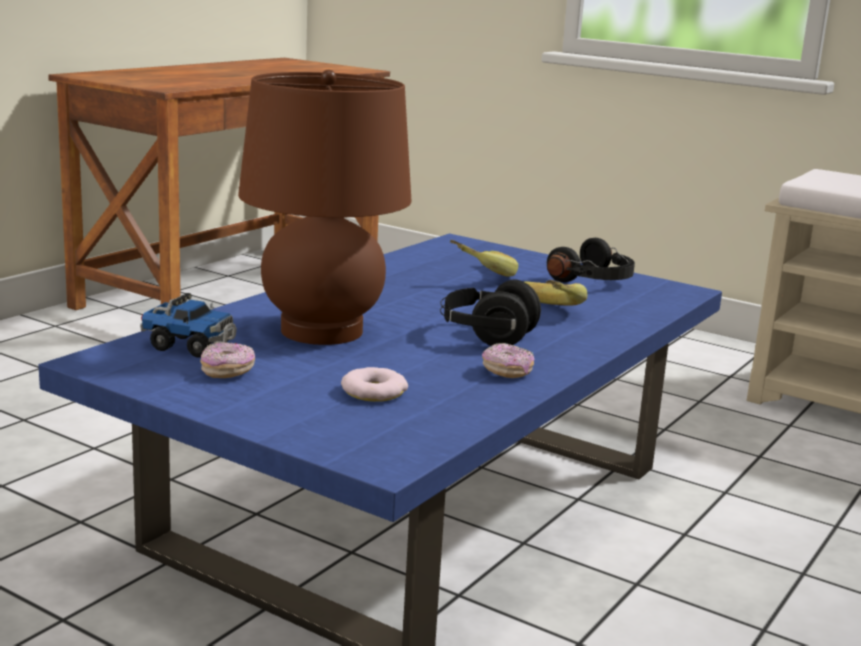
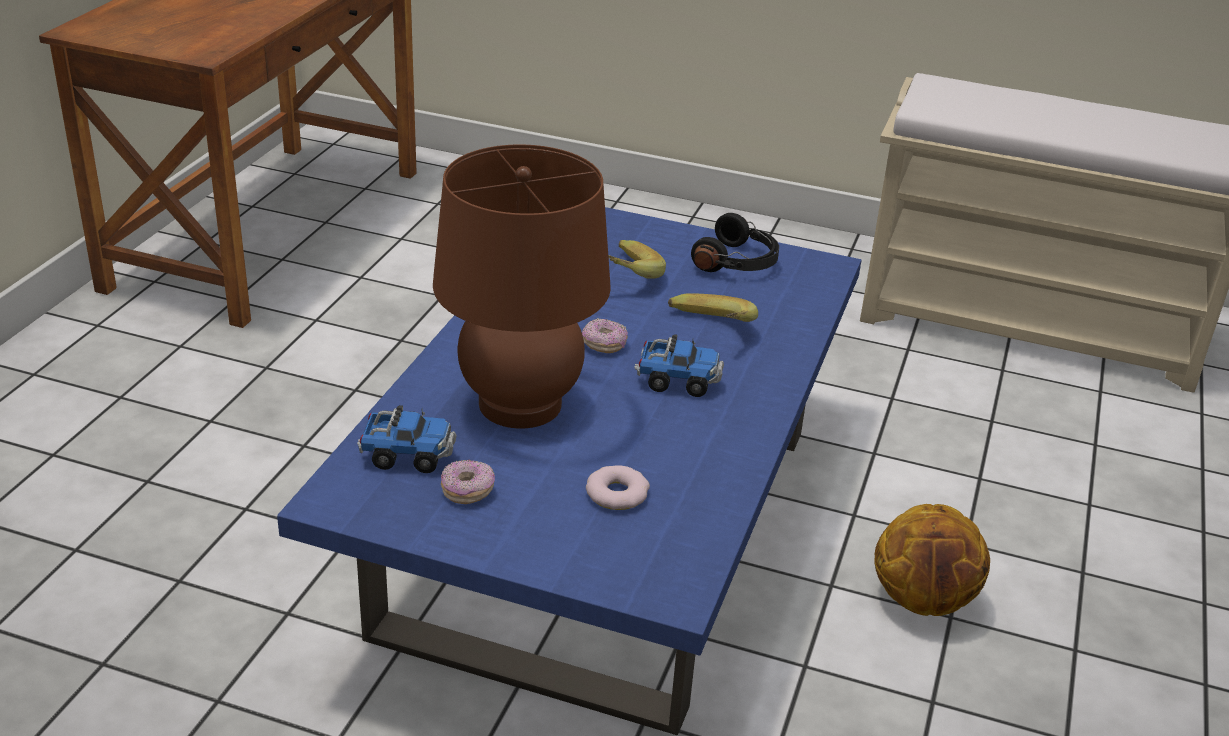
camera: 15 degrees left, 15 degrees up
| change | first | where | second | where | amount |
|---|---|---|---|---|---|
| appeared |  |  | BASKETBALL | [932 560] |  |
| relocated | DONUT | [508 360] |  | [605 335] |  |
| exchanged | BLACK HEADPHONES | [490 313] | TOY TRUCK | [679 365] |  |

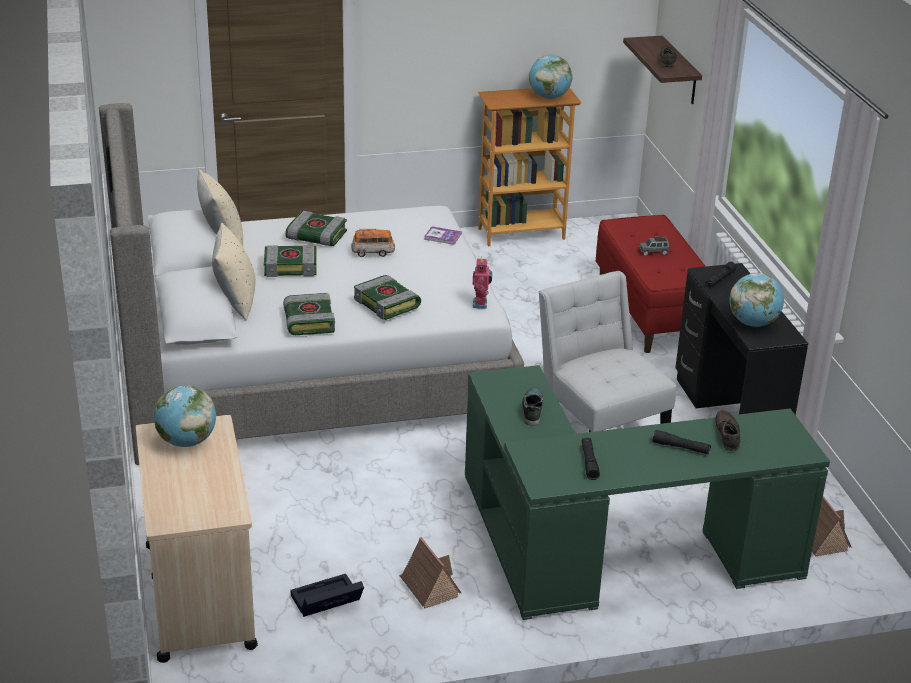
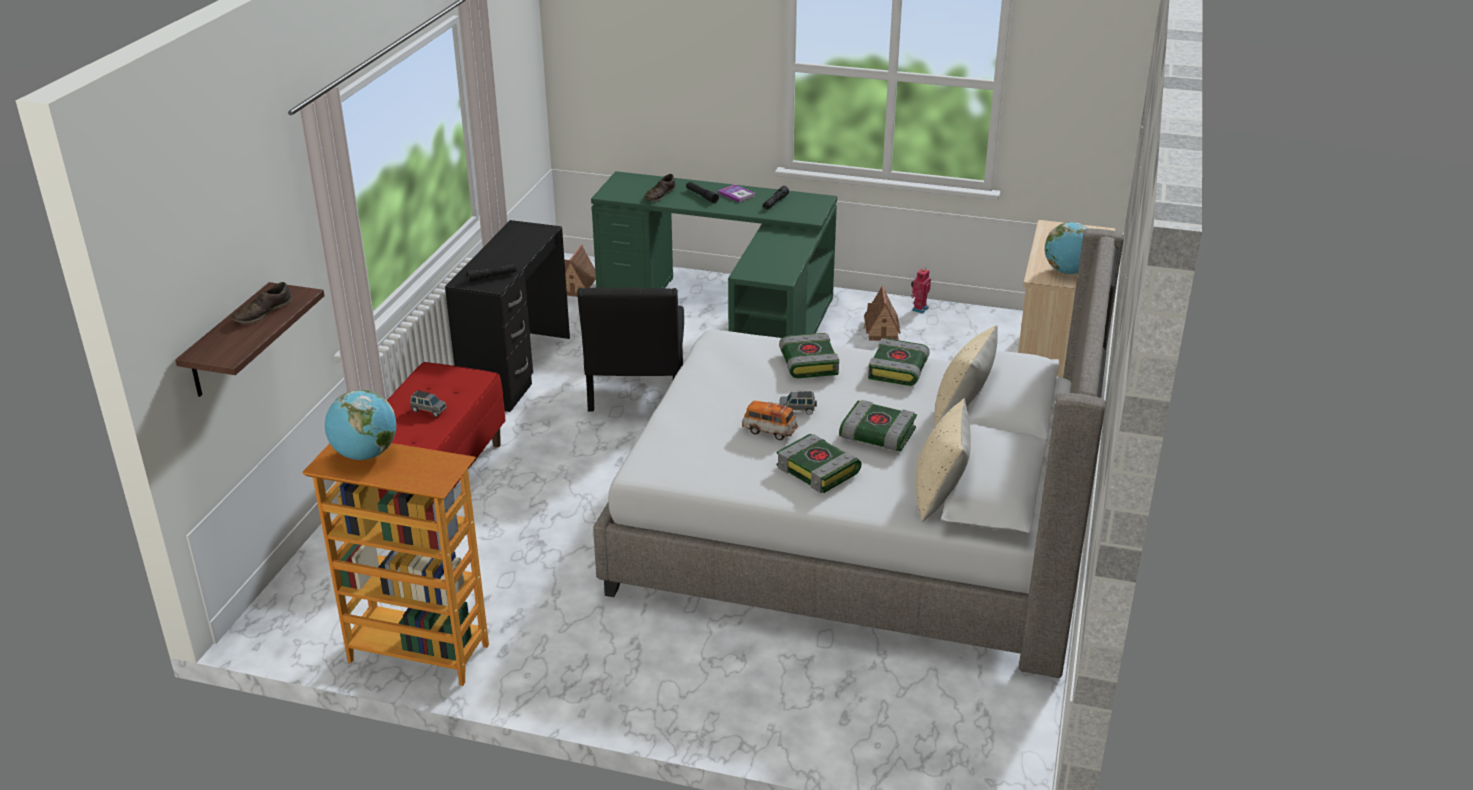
camera: 150 degrees left, 0 degrees up
| change | first | where | second | where | amount |
|---|---|---|---|---|---|
| missing | BLACK STORAGE BOX | [327 595] |  |  |  |
| missing | SHOE | [532 407] |  |  |  |
| missing | GLOBE | [757 300] |  |  |  |
| appeared |  |  | GREY TOY CAR | [798 403] |  |
| relocated | BOOK | [443 235] |  | [736 193] |  |
| relocated | TOY ROBOT | [482 283] |  | [921 291] |  |
| colour | WHITE CHAIR | [607 351] | BLACK CHAIR | [630 349] |  |

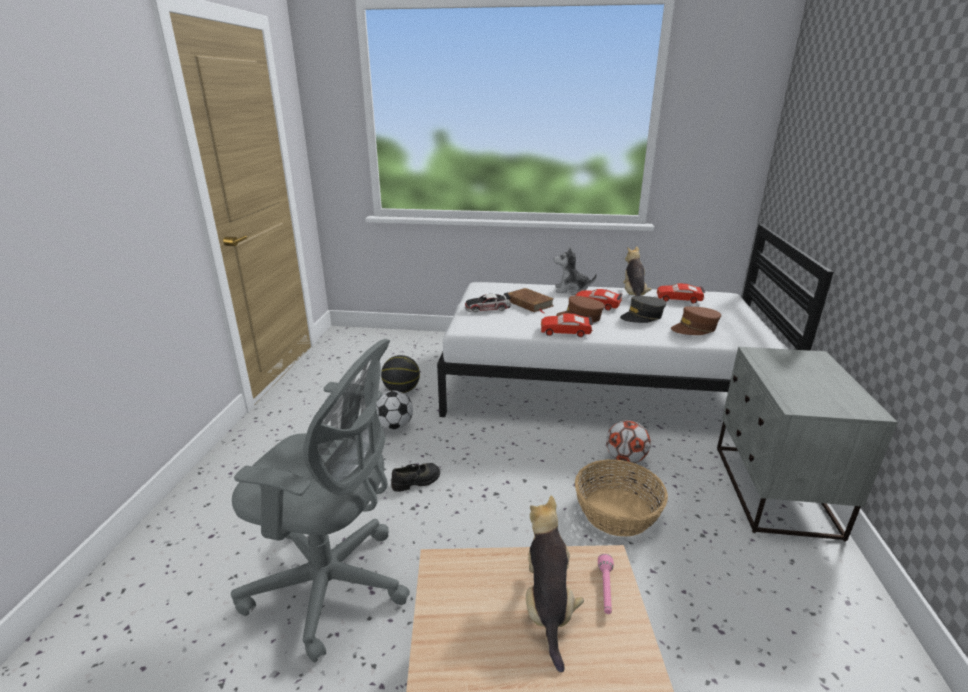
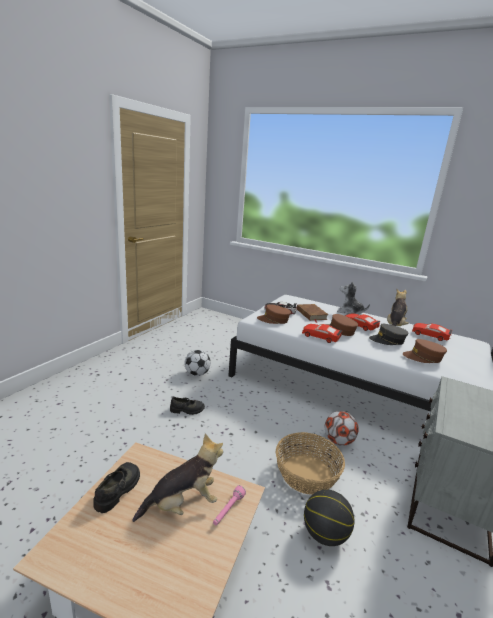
camera: 20 degrees right, 5 degrees down
| change | first | where | second | where | amount |
|---|---|---|---|---|---|
| missing | GREY OFFICE CHAIR | [320 501] |  |  |  |
| appeared |  |  | BLACK SHOE | [116 487] |  |
| appeared |  |  | BROWN CAP | [274 314] |  |
| relocated | BASKETBALL | [400 374] |  | [329 518] |  |
| spun | PLUSH TOY | [555 583] |  | [177 478] | 45 degrees clockwise |

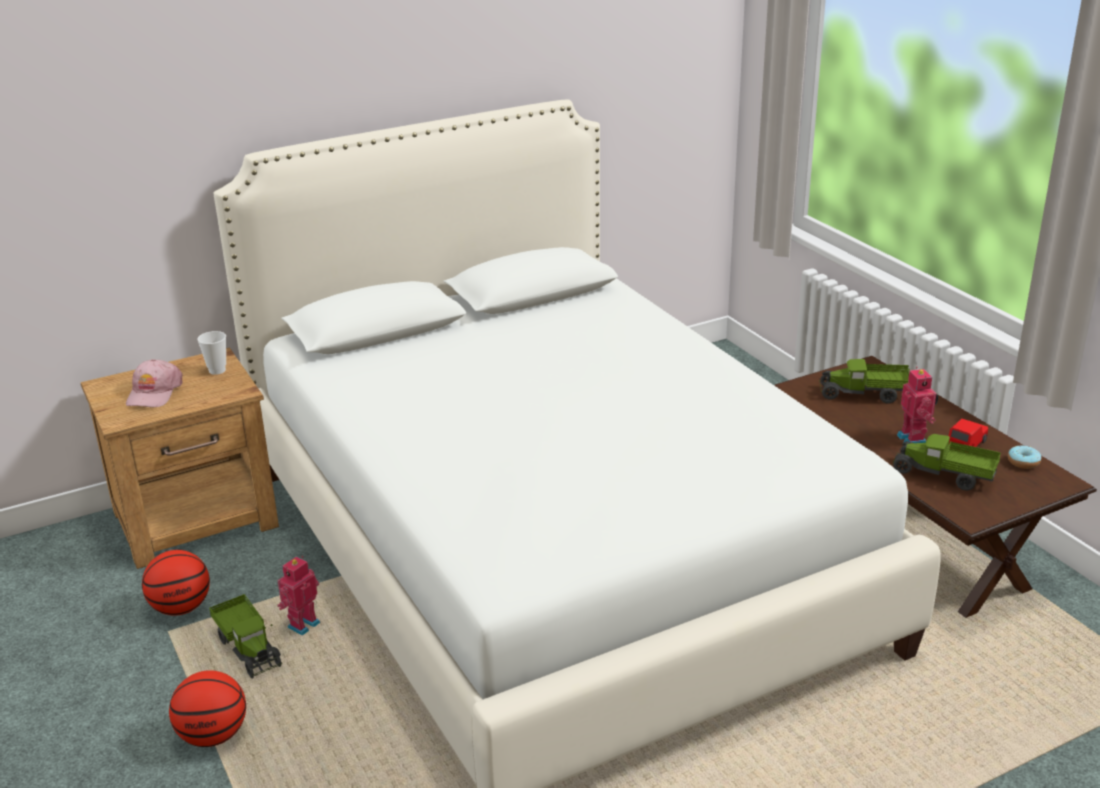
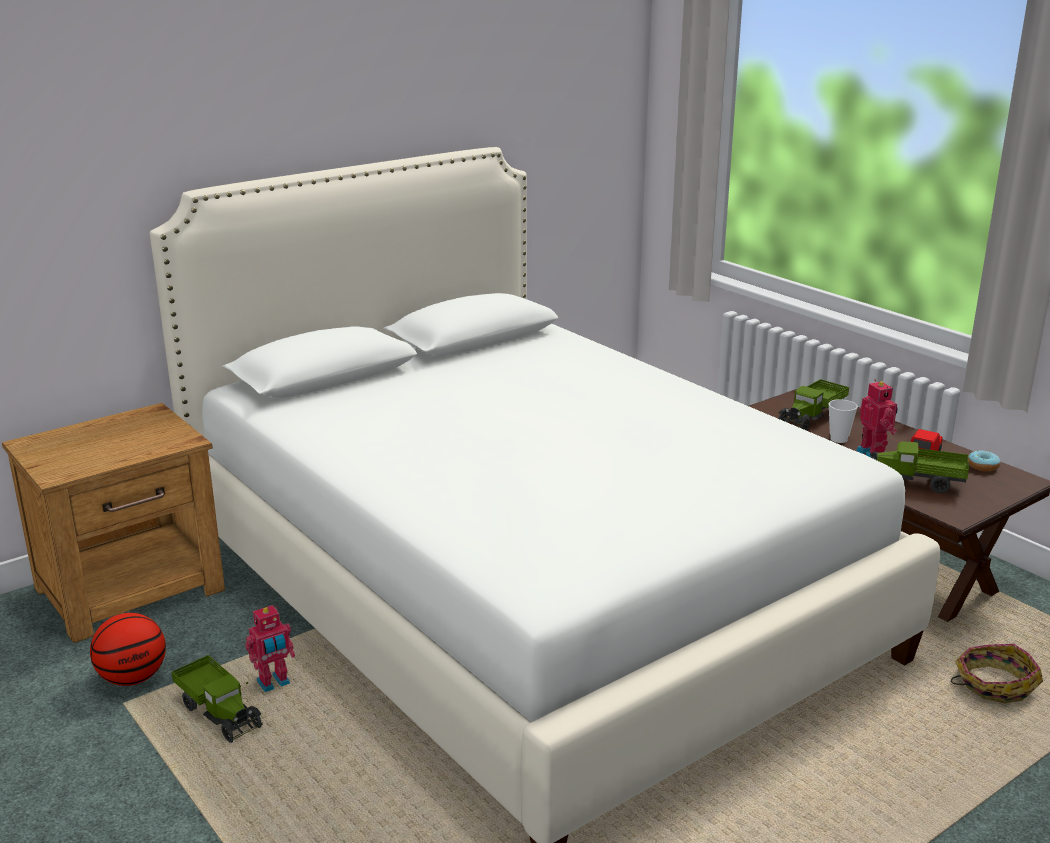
camera: 10 degrees left, 5 degrees down
| change | first | where | second | where | amount |
|---|---|---|---|---|---|
| missing | PINK CAP | [154 383] |  |  |  |
| missing | BASKETBALL | [207 708] |  |  |  |
| appeared |  |  | BASKET | [997 673] |  |
| relocated | CUP | [211 353] |  | [843 421] |  |
| spun | TOY ROBOT | [298 595] |  | [270 648] | 150 degrees counterclockwise |
| spun | TOY TRUCK | [864 381] |  | [814 405] | 45 degrees counterclockwise |

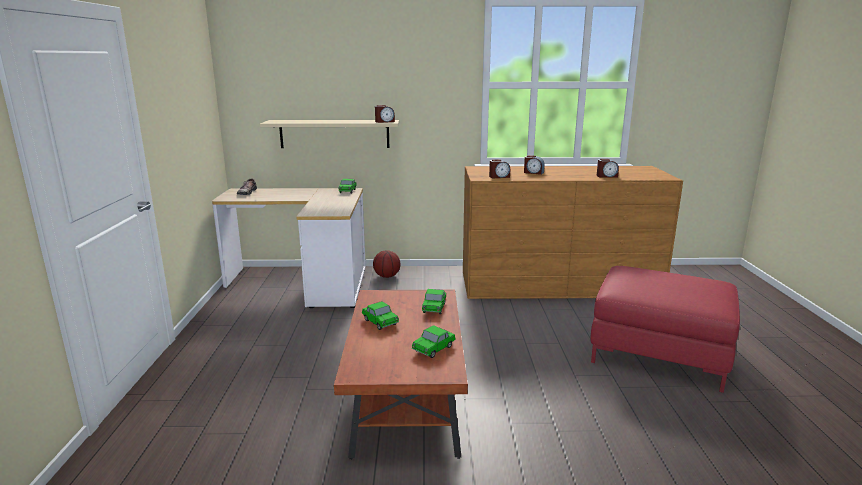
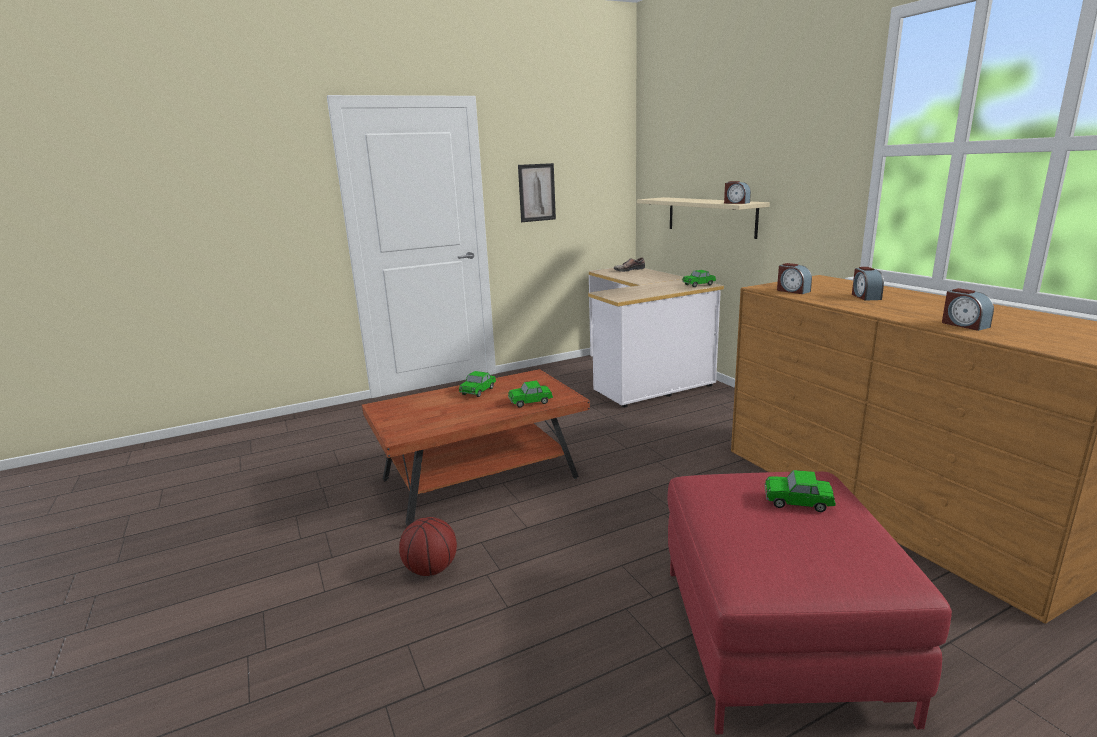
camera: 65 degrees right, 0 degrees up
| change | first | where | second | where | amount |
|---|---|---|---|---|---|
| appeared |  |  | PICTURE | [537 192] |  |
| relocated | BASKETBALL | [387 264] |  | [428 546] |  |
| relocated | TOY CAR | [434 341] |  | [800 491] |  |

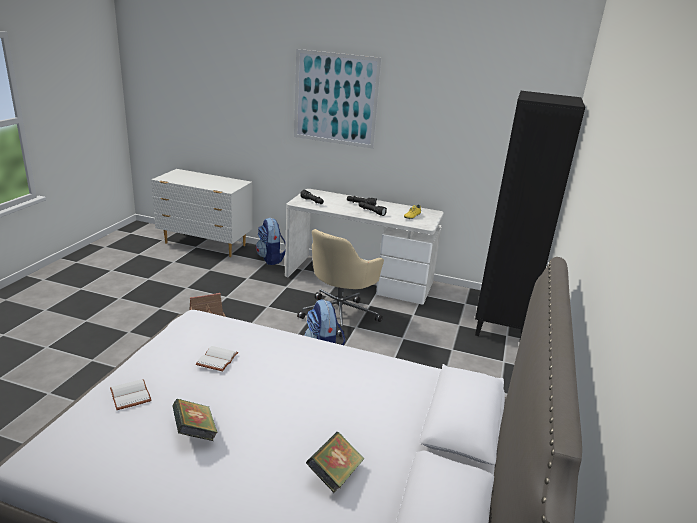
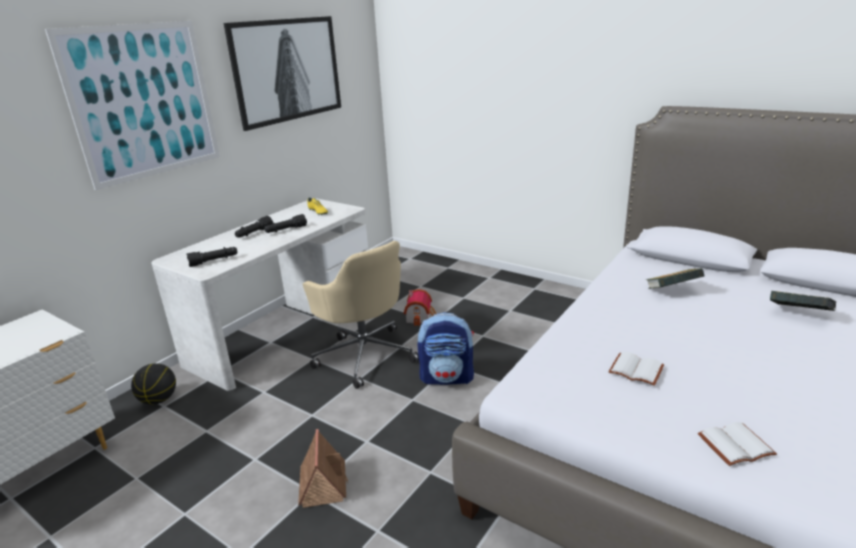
camera: 70 degrees left, 0 degrees up
| change | first | where | second | where | amount |
|---|---|---|---|---|---|
| missing | BLACK BOOKCASE | [530 215] |  |  |  |
| appeared |  |  | PICTURE | [282 73] |  |
| appeared |  |  | TOY HOUSE | [420 307] |  |
| relocated | BOOK | [195 420] |  | [675 278] |  |
| exchanged | BACKPACK | [271 241] | BASKETBALL | [153 384] |  |

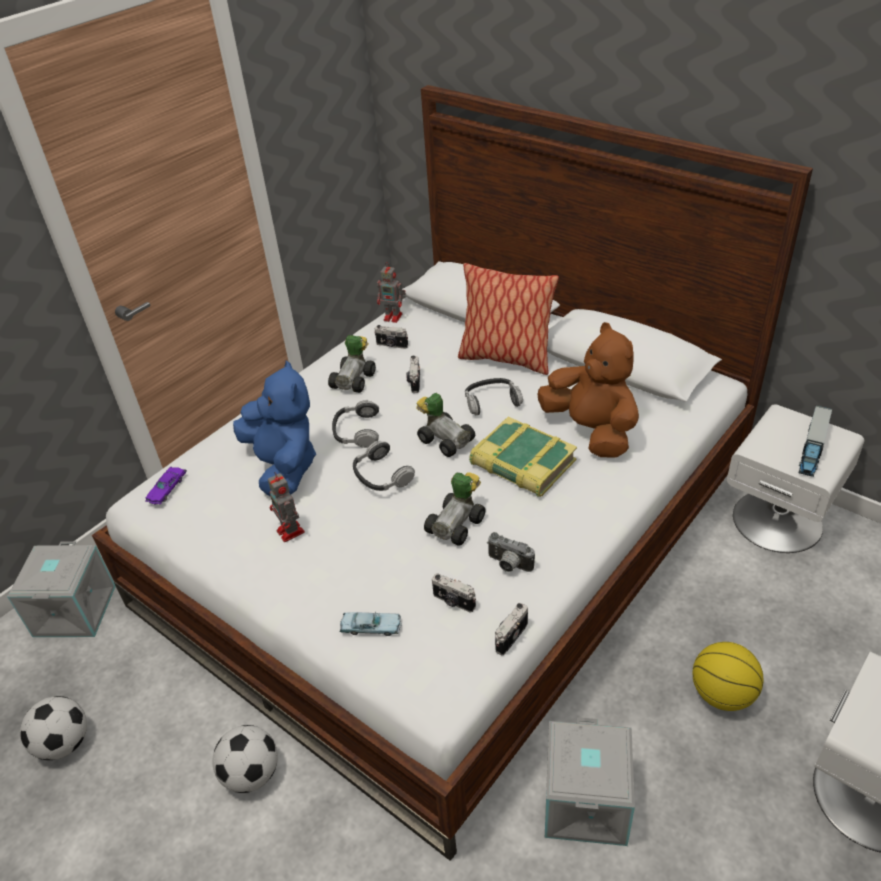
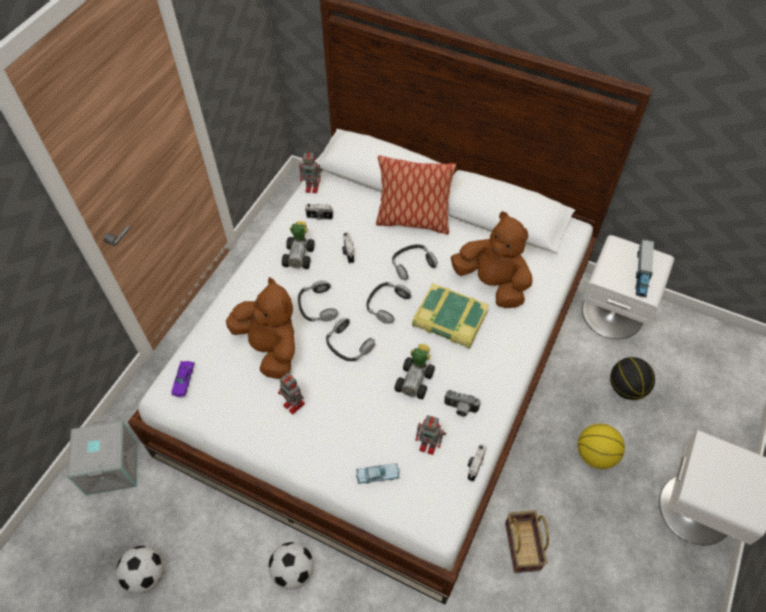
camera: 15 degrees left, 15 degrees up
| change | first | where | second | where | amount |
|---|---|---|---|---|---|
| appeared |  |  | BASKETBALL | [632 378] |  |
| exchanged | TOY CAR | [445 425] | HEADPHONES | [389 303] |  |
| exchanged | PHOTO CAMERA | [454 592] | TOY ROBOT | [430 435] |  |
| exchanged | GREY STORAGE BOX | [590 781] | BASKET | [527 541] |  |
| colour | BLUE PLUSH TOY | [274 428] | BROWN PLUSH TOY | [260 328] |  |

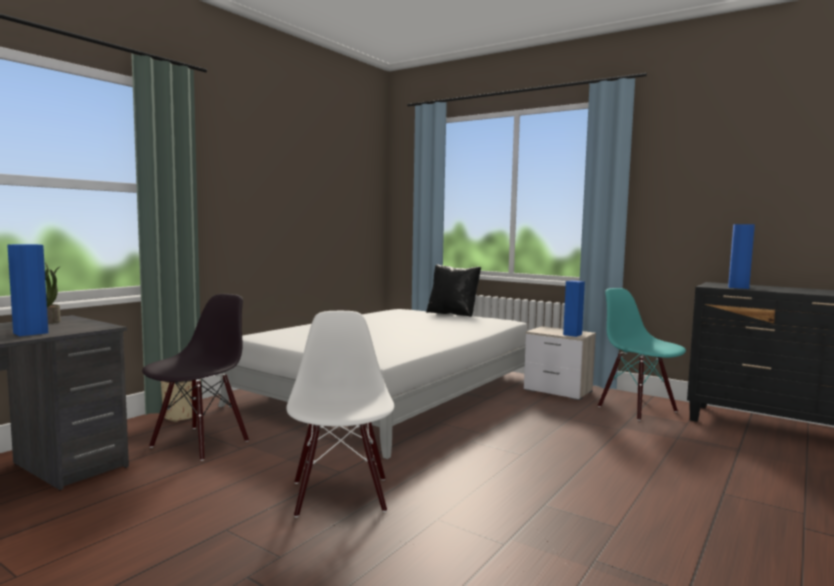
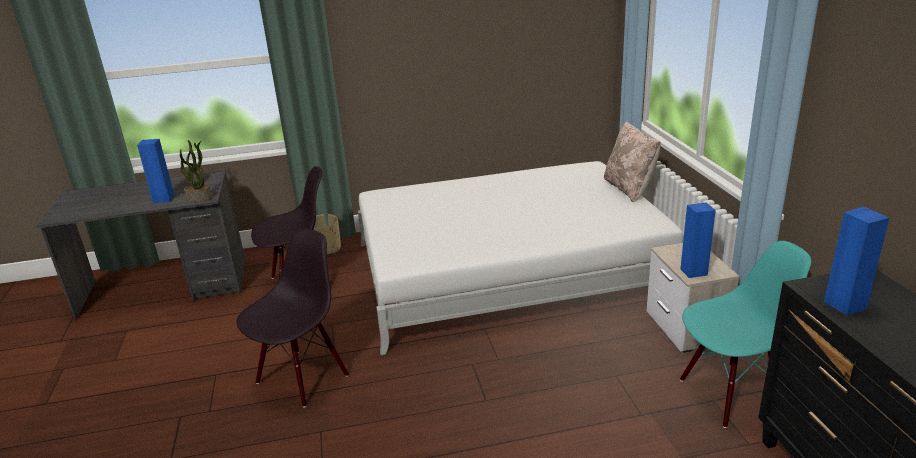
camera: 45 degrees right, 20 degrees up
| change | first | where | second | where | amount |
|---|---|---|---|---|---|
| appeared |  |  | POTTED PLANT | [196 179] |  |
| colour | WHITE CHAIR | [340 414] | BLACK CHAIR | [292 318] |  |
| colour | BLACK PILLOW | [453 290] | BEIGE PILLOW | [632 162] |  |
| spun | TURQUOISE CHAIR | [642 354] |  | [745 334] | 60 degrees clockwise |

